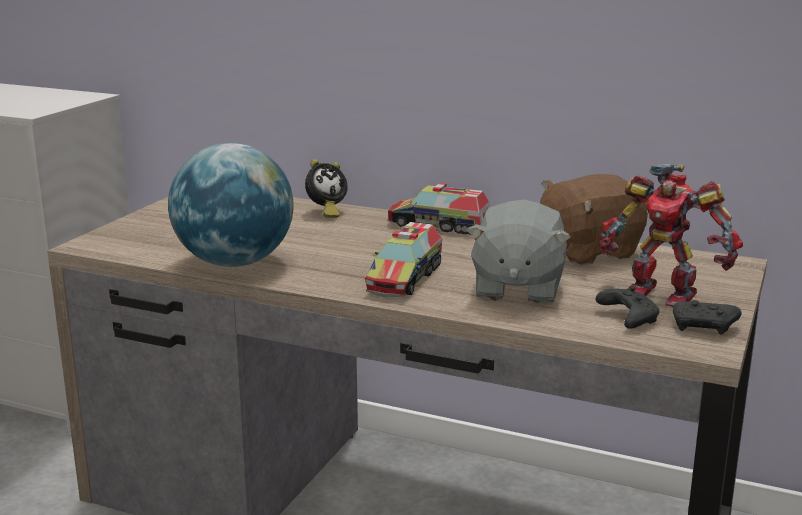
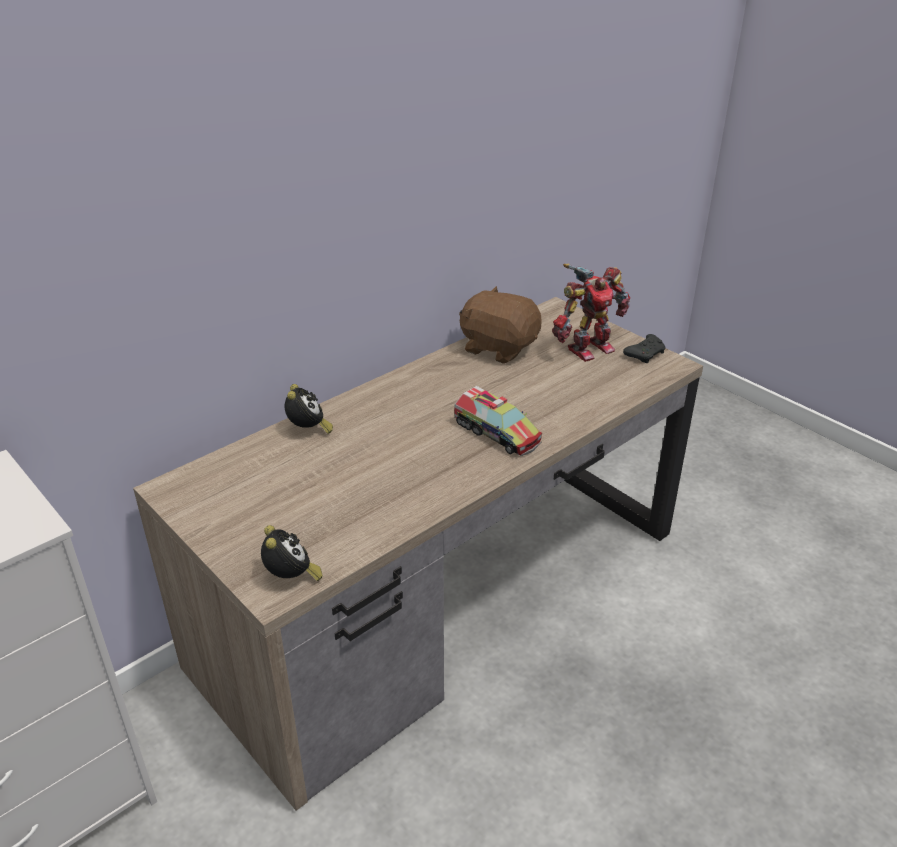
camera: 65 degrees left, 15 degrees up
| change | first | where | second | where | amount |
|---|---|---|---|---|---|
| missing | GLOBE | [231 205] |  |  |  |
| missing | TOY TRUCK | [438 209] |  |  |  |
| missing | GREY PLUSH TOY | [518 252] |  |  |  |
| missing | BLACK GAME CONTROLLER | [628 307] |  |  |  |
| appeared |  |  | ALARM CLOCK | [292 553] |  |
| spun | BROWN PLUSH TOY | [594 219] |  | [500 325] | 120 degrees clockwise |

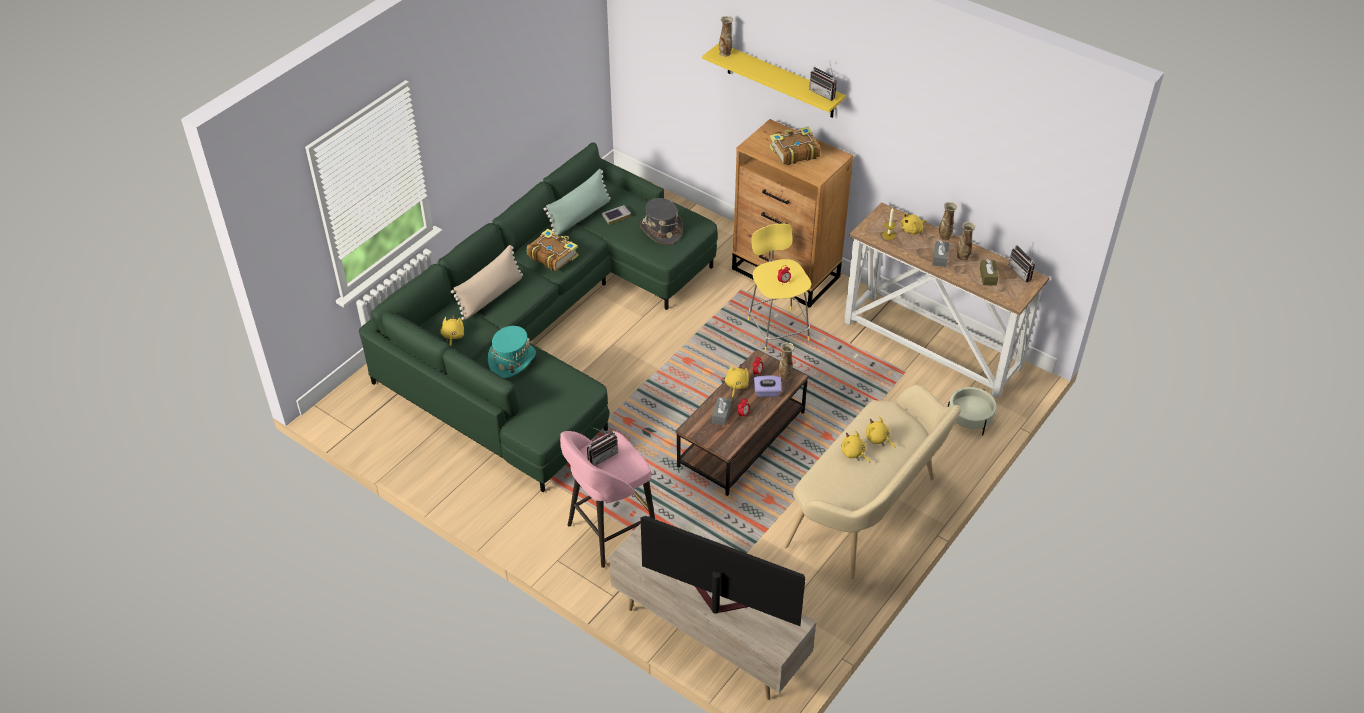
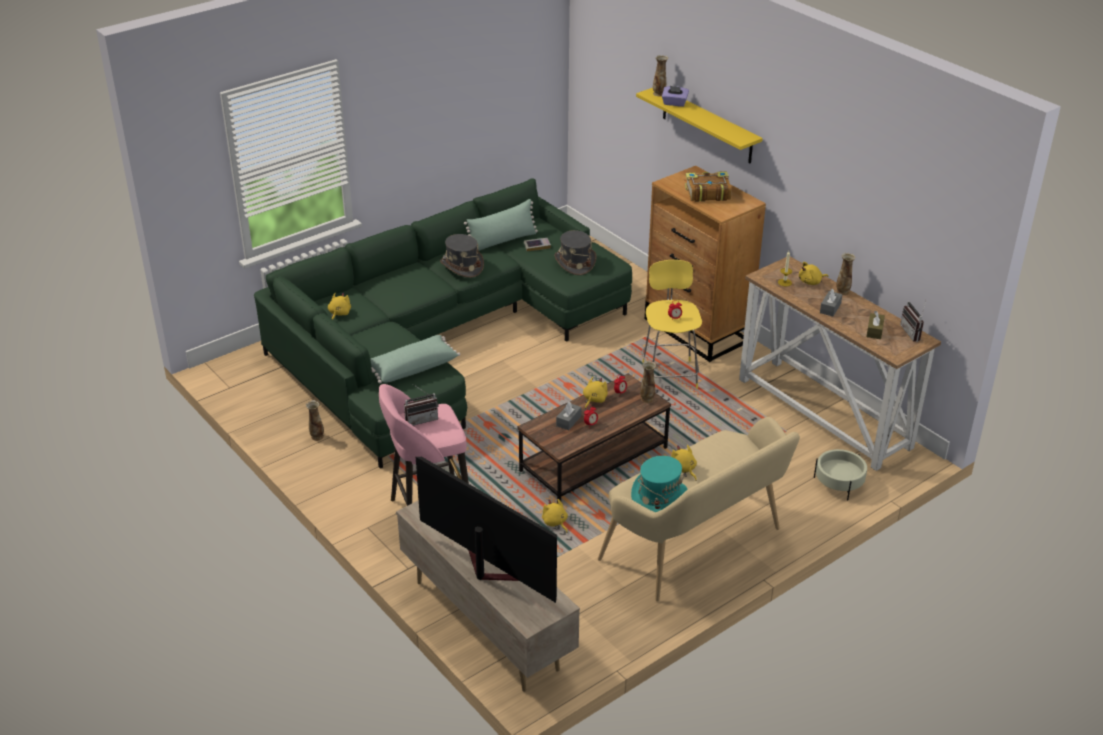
camera: 15 degrees right, 10 degrees down
| change | first | where | second | where | amount |
|---|---|---|---|---|---|
| missing | BEIGE PILLOW | [487 282] |  |  |  |
| missing | RADIO | [823 80] |  |  |  |
| appeared |  |  | GREEN PILLOW | [415 359] |  |
| relocated | TURQUOISE HAT | [512 352] |  | [659 484] |  |
| relocated | PURPLE TISSUE BOX | [768 386] |  | [675 96] |  |
| relocated | YELLOW PLUSH TOY | [880 432] |  | [555 516] |  |
| relocated | VASE | [966 241] |  | [315 420] |  |
| exchanged | BOOK | [552 250] | GREY HAT | [462 256] |  |

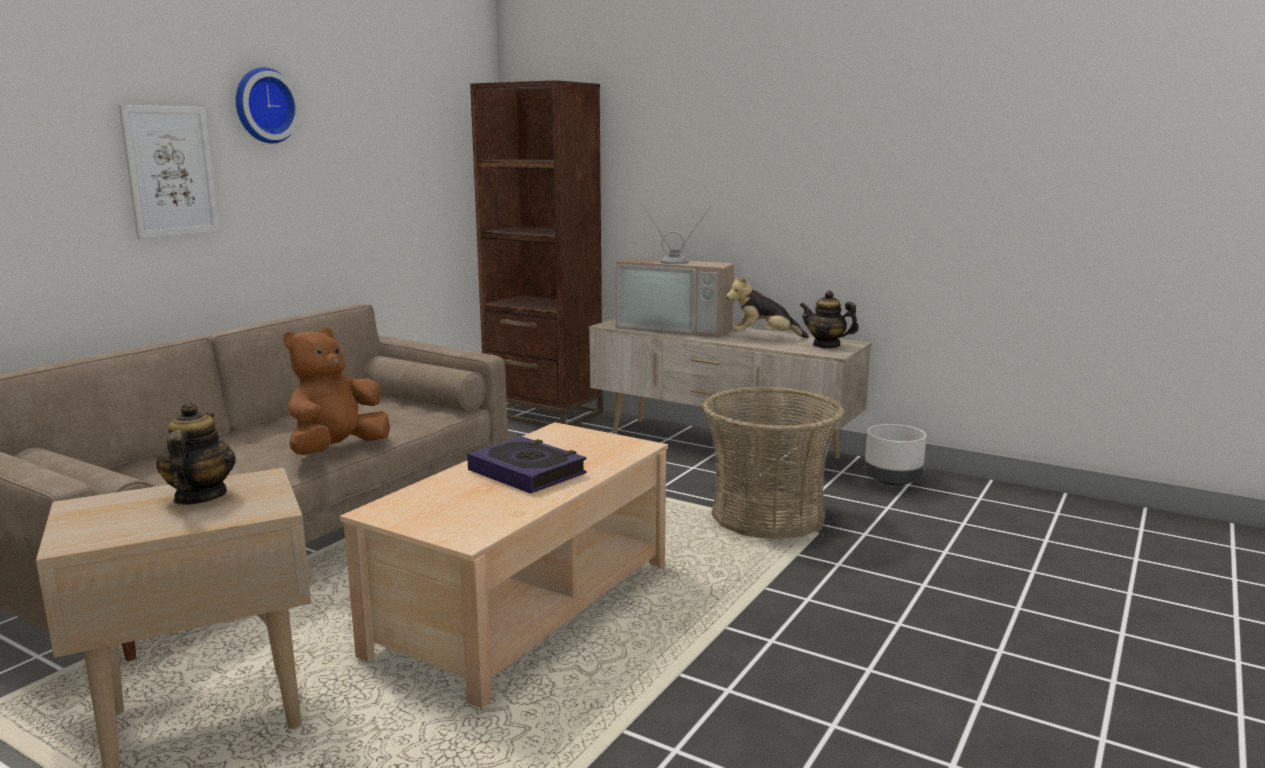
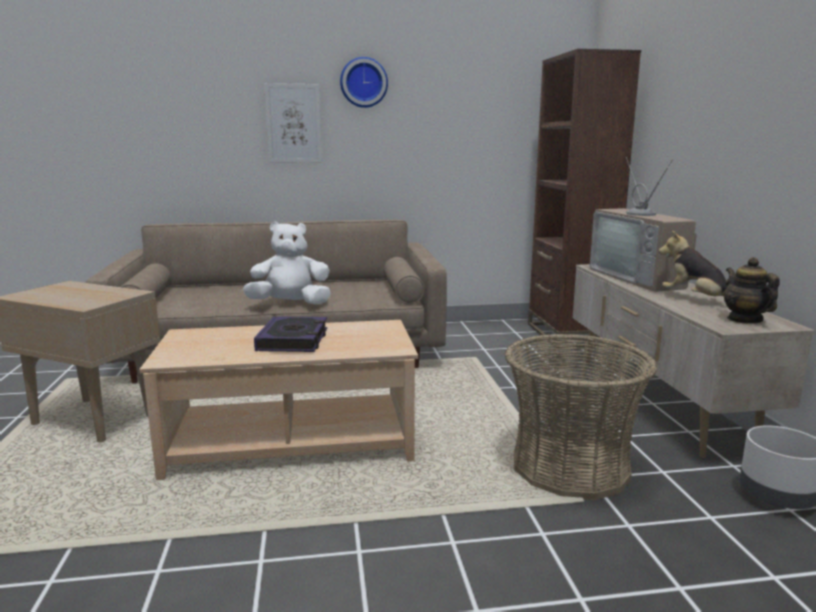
camera: 50 degrees right, 0 degrees up
| change | first | where | second | where | amount |
|---|---|---|---|---|---|
| missing | TEAPOT | [196 453] |  |  |  |
| colour | BROWN PLUSH TOY | [336 391] | WHITE PLUSH TOY | [287 263] |  |

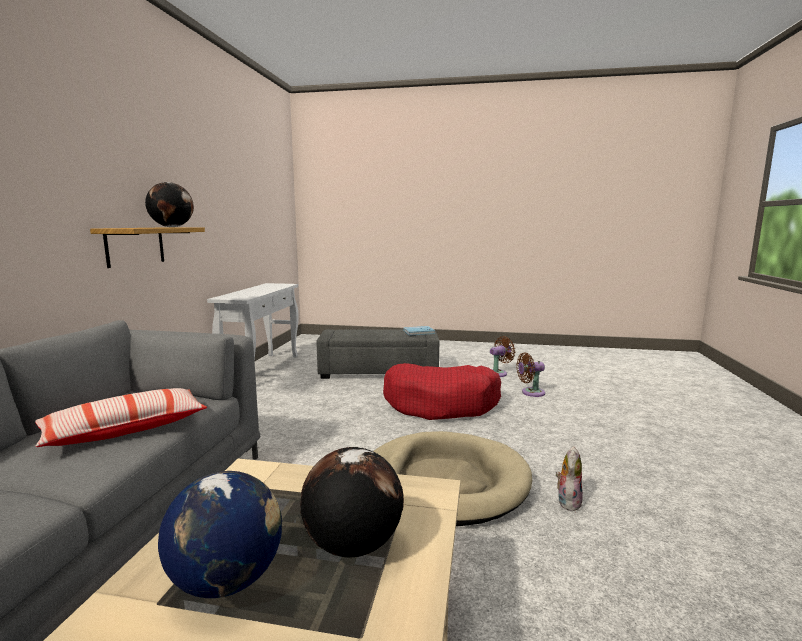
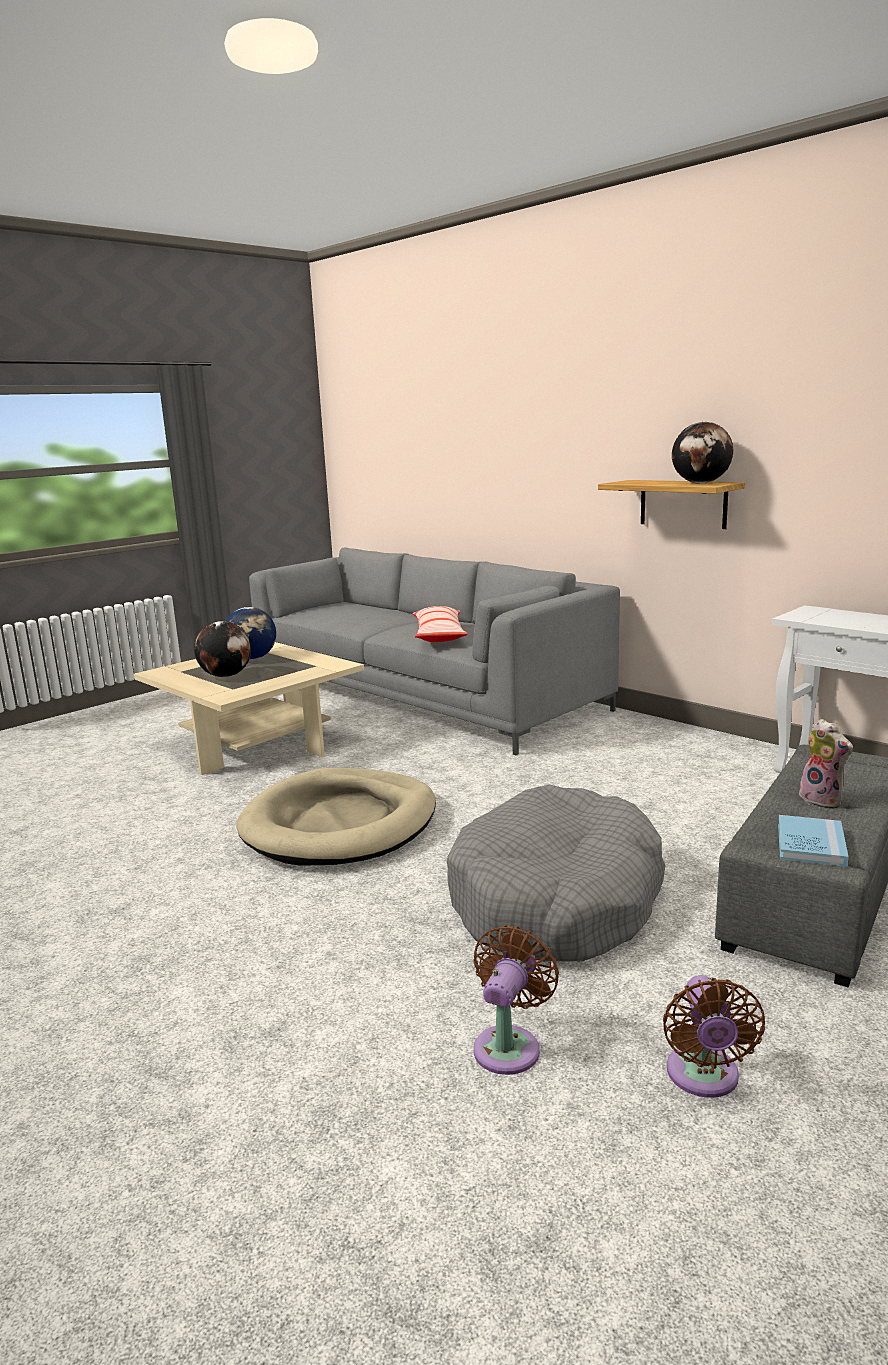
camera: 125 degrees right, 5 degrees up
| change | first | where | second | where | amount |
|---|---|---|---|---|---|
| relocated | PLUSH TOY | [569 478] |  | [826 764] |  |
| colour | RED DOG BED | [442 391] | GREY DOG BED | [556 872] |  |

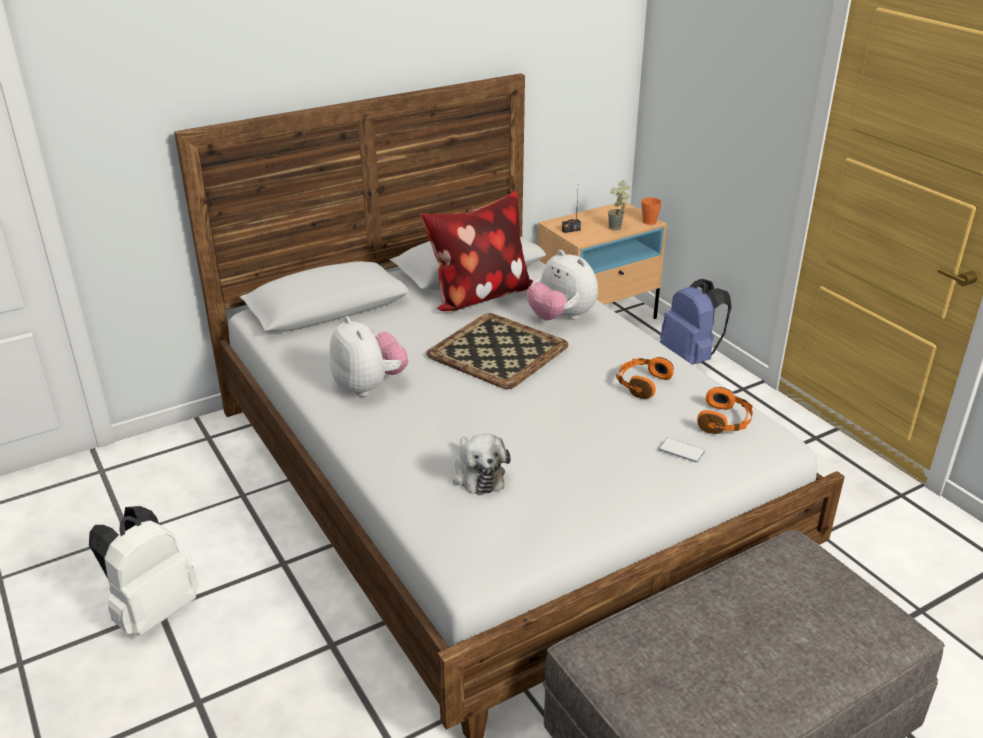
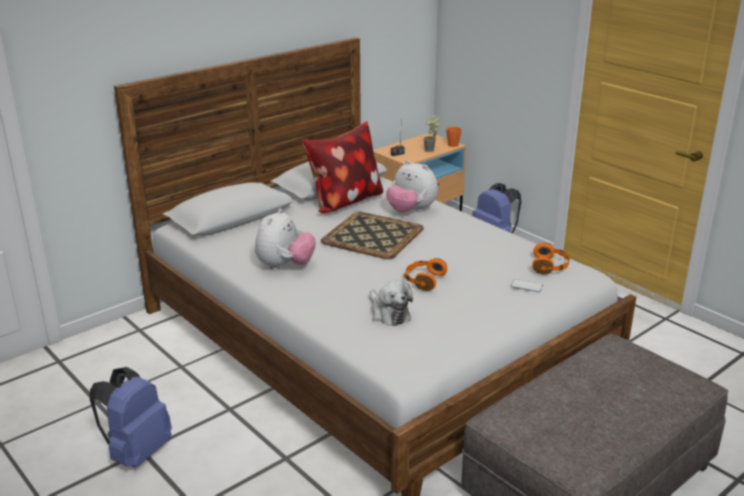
camera: 10 degrees left, 5 degrees down
| change | first | where | second | where | amount |
|---|---|---|---|---|---|
| relocated | ORANGE HEADPHONES | [645 378] |  | [425 274] |  |
| colour | WHITE BACKPACK | [144 571] | BLUE BACKPACK | [131 417] |  |
| spun | PLUSH TOY | [369 356] |  | [285 239] | 60 degrees clockwise |

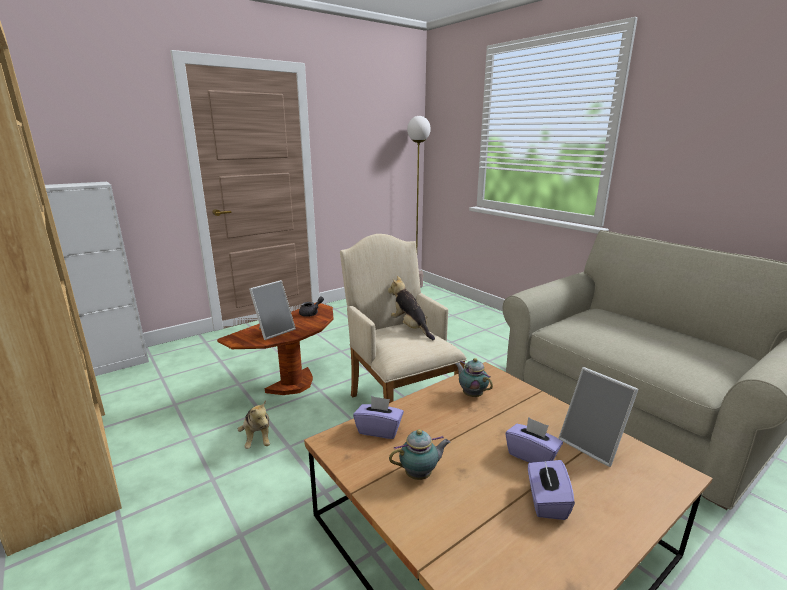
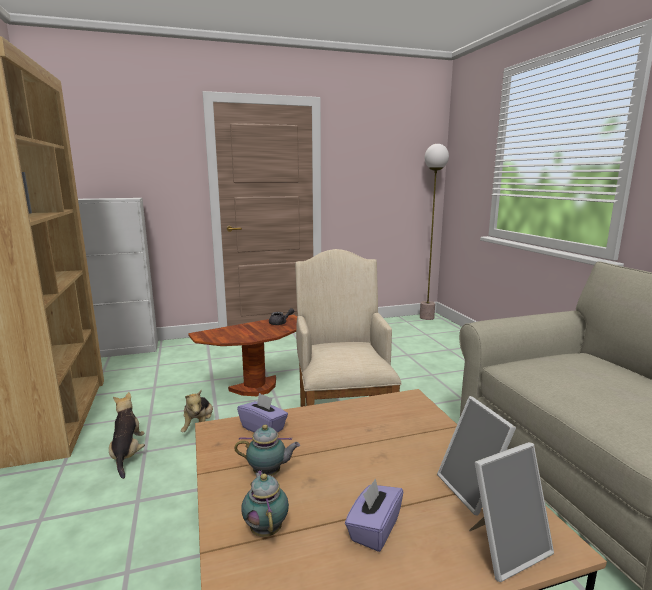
camera: 20 degrees right, 5 degrees down
| change | first | where | second | where | amount |
|---|---|---|---|---|---|
| missing | PURPLE TISSUE BOX | [534 440] |  |  |  |
| relocated | PICTURE FRAME | [272 310] |  | [511 512] |  |
| relocated | PLUSH TOY | [411 308] |  | [127 435] |  |
| relocated | TEAPOT | [474 377] |  | [265 503] |  |

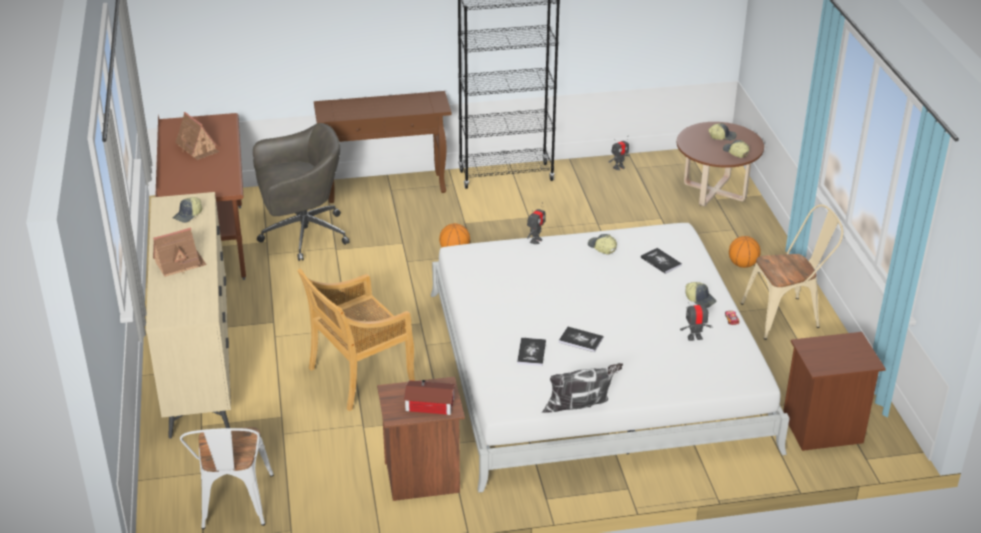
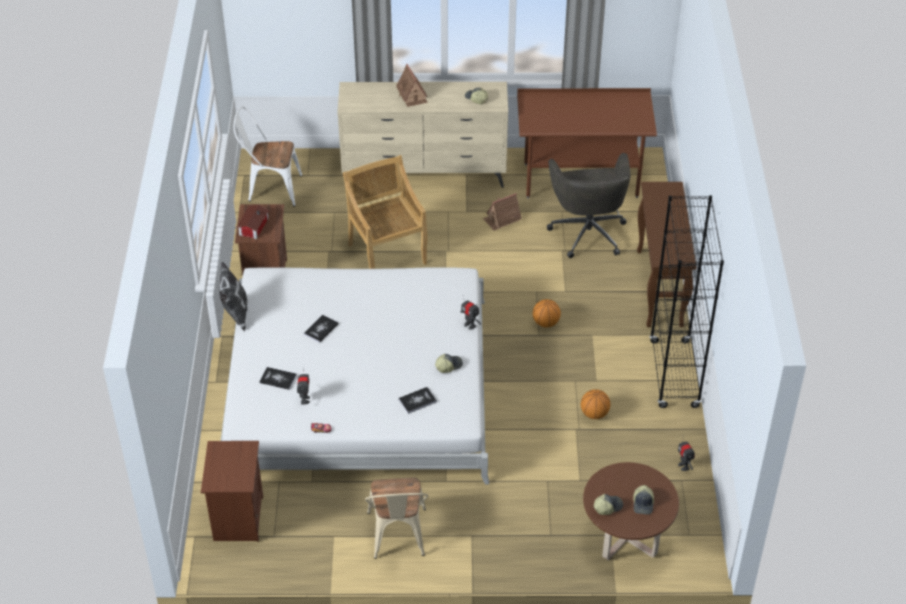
camera: 100 degrees right, 10 degrees up
| change | first | where | second | where | amount |
|---|---|---|---|---|---|
| missing | CAP | [701 295] |  |  |  |
| relocated | TOY HOUSE | [197 136] |  | [502 211] |  |
| relocated | BOOK | [531 352] |  | [278 378] |  |
| relocated | BASKETBALL | [745 252] |  | [595 404] |  |

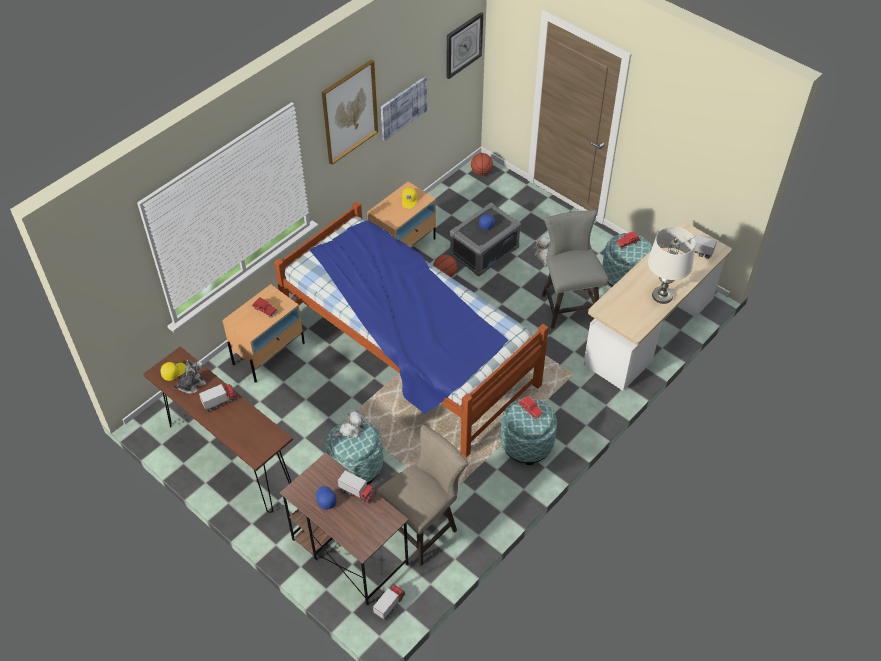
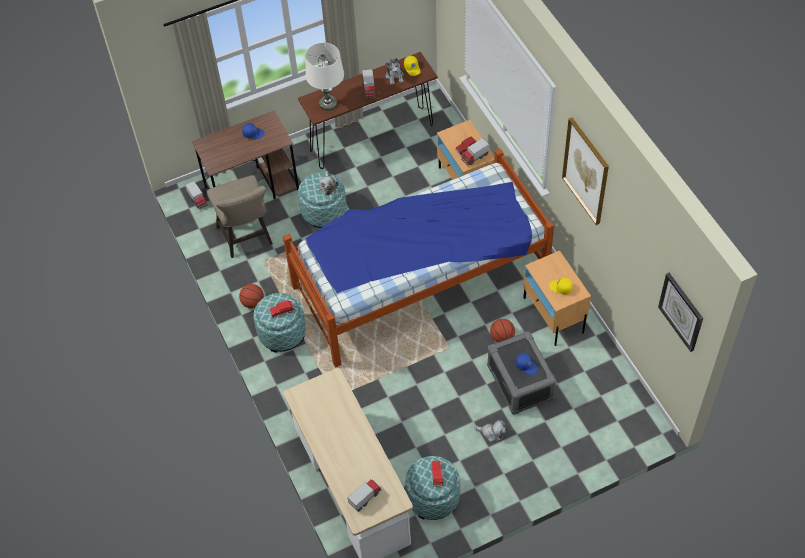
camera: 115 degrees right, 5 degrees up
| change | first | where | second | where | amount |
|---|---|---|---|---|---|
| missing | PICTURE | [404 108] |  |  |  |
| missing | GREY STOOL | [575 269] |  |  |  |
| relocated | TOY TRUCK | [357 487] |  | [475 152] |  |
| relocated | BASKETBALL | [482 164] |  | [251 296] |  |
| relocated | WHITE TABLE LAMP | [672 265] |  | [324 77] |  |

